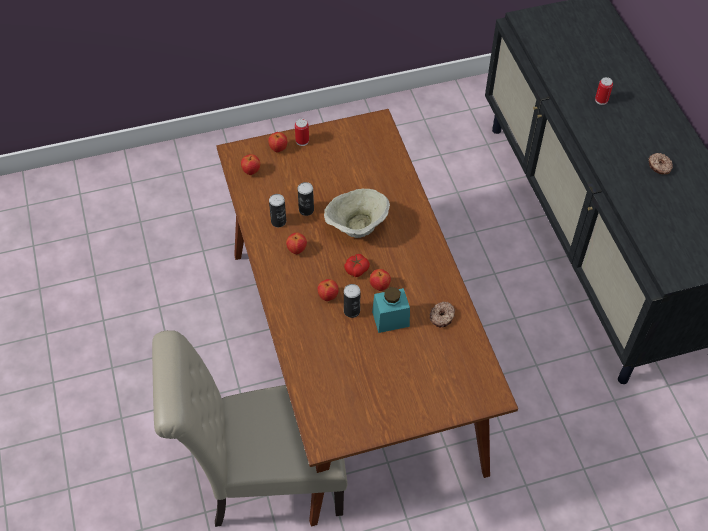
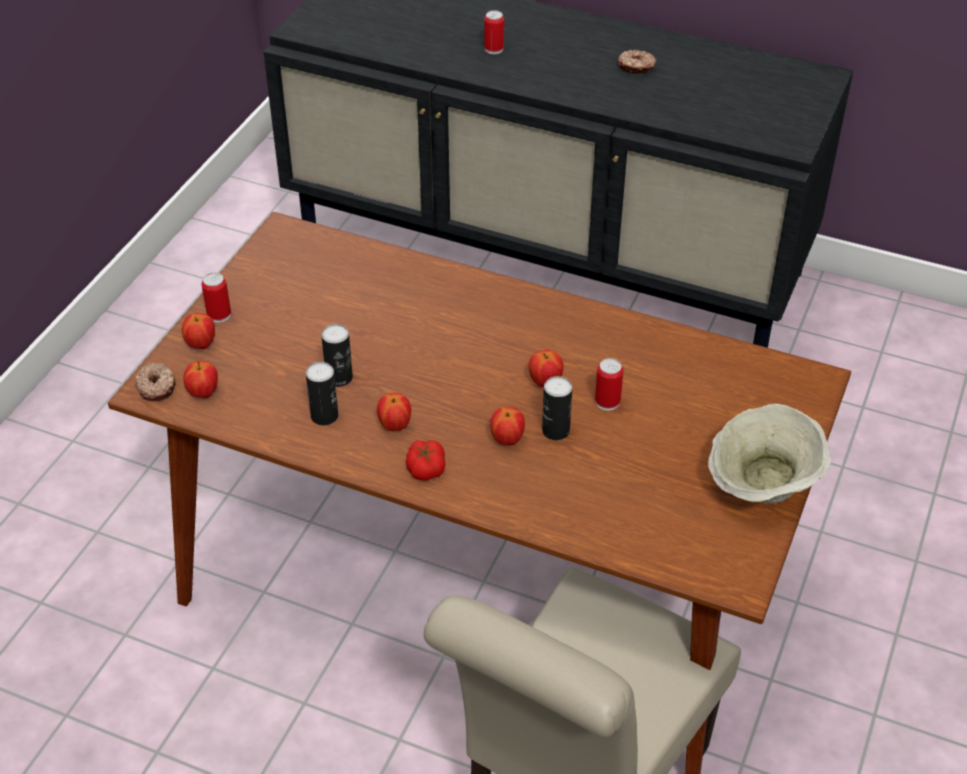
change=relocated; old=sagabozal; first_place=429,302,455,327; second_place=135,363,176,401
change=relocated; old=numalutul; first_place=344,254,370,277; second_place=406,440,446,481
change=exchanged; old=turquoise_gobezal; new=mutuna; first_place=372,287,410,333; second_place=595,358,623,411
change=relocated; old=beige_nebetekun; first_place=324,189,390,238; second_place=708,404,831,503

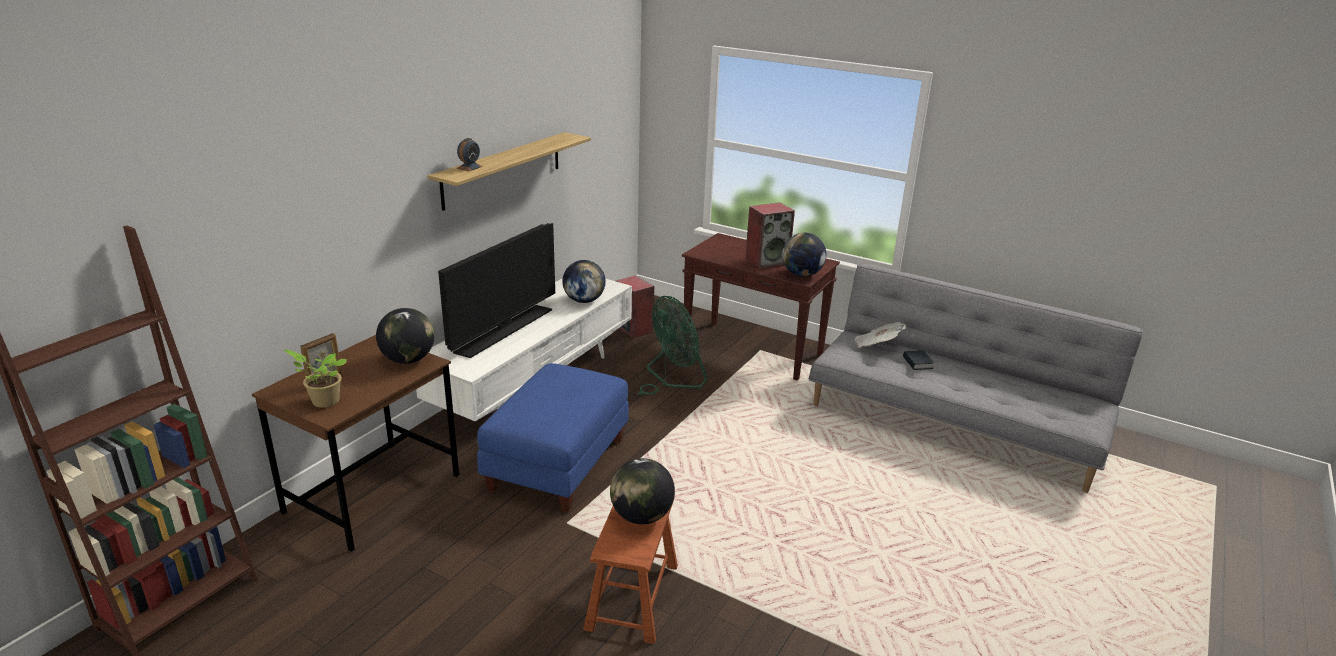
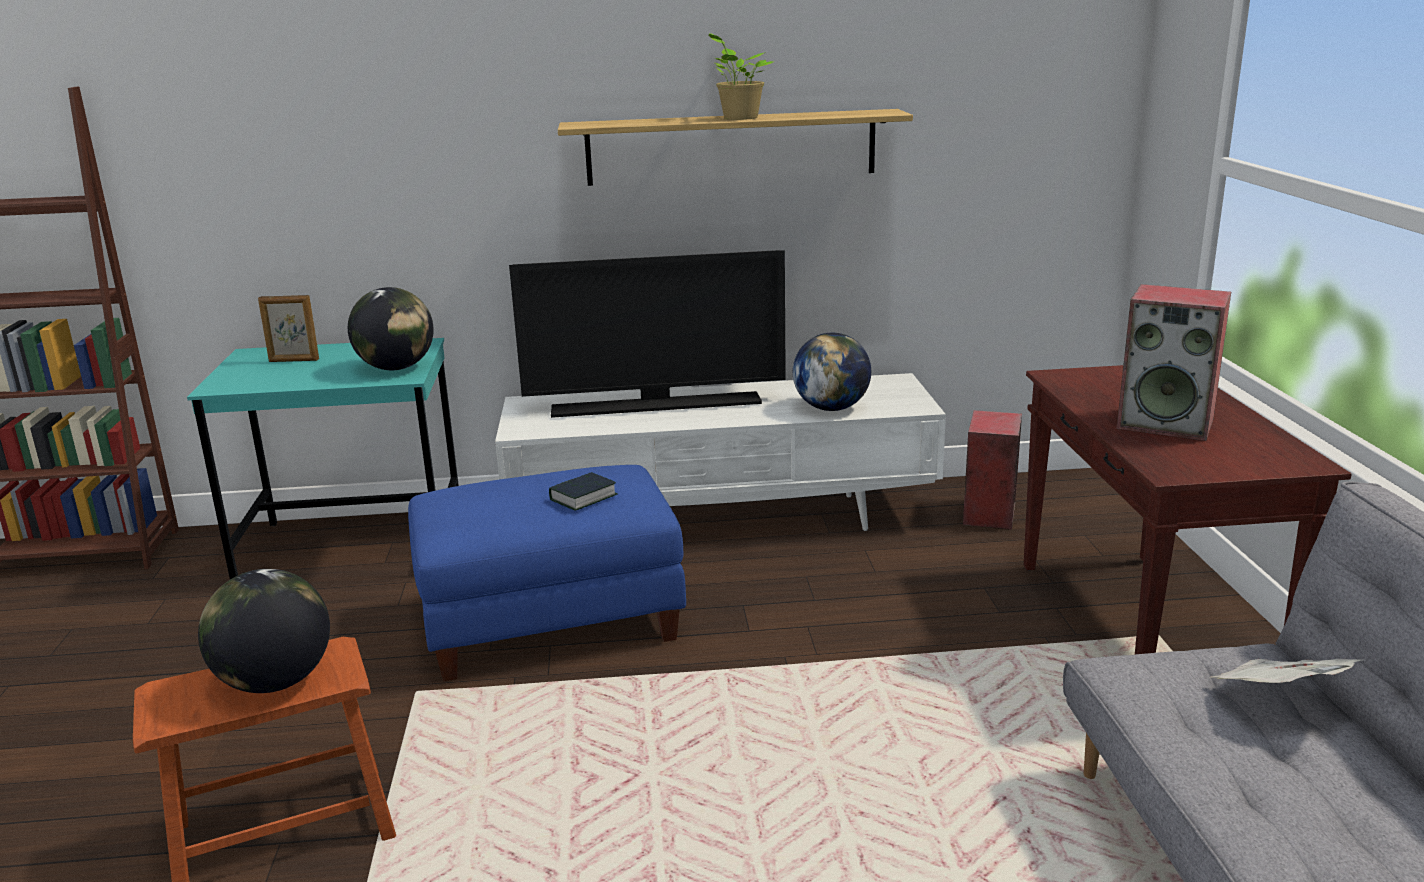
change=colour; old=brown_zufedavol; new=turquoise_zufedavol; first_place=252,335,459,552; second_place=187,338,459,579
change=relocated; old=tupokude; first_place=903,350,934,370; second_place=549,472,617,511
change=relocated; old=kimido; first_place=284,350,347,408; second_place=708,33,773,120
change=missing; old=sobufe; first_place=457,138,483,171
change=missing; old=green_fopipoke; first_place=637,296,707,396
change=missing; old=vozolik; first_place=782,233,826,277

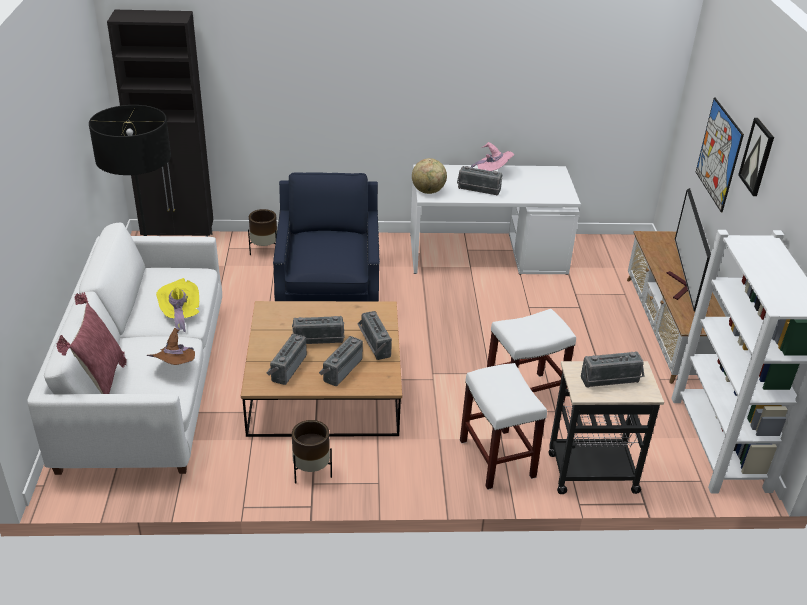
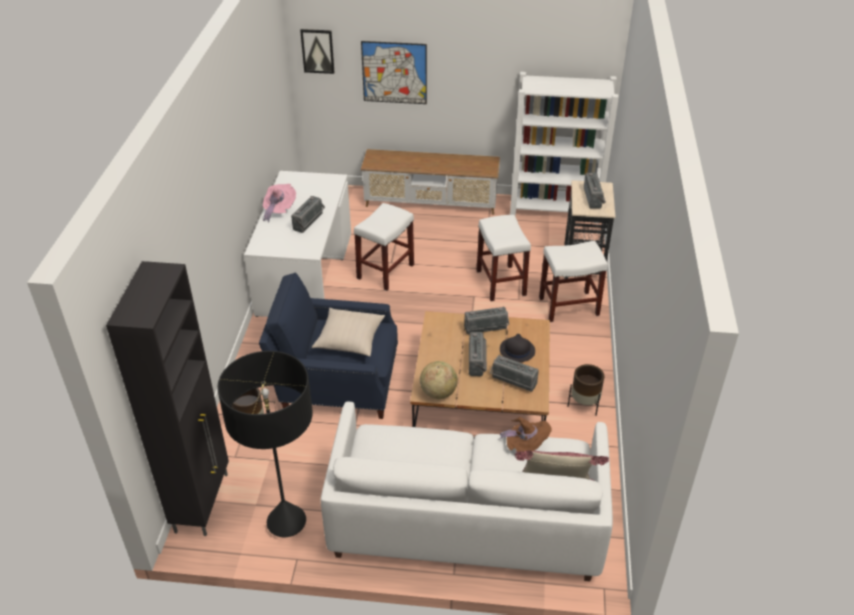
change=relocated; old=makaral; first_place=738,118,774,196; second_place=300,29,335,74
change=appeared; new=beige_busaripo; second_place=312,308,385,356
change=appeared; new=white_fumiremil; second_place=354,203,414,291
change=relocated; old=vozolik; first_place=412,158,447,194; second_place=420,361,458,399
change=exchanged; old=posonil; new=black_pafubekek; first_place=319,336,363,386; second_place=500,334,535,362
change=missing; old=yellow_pafubekek; first_place=156,278,200,333
change=missing; old=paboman; first_place=667,188,711,311

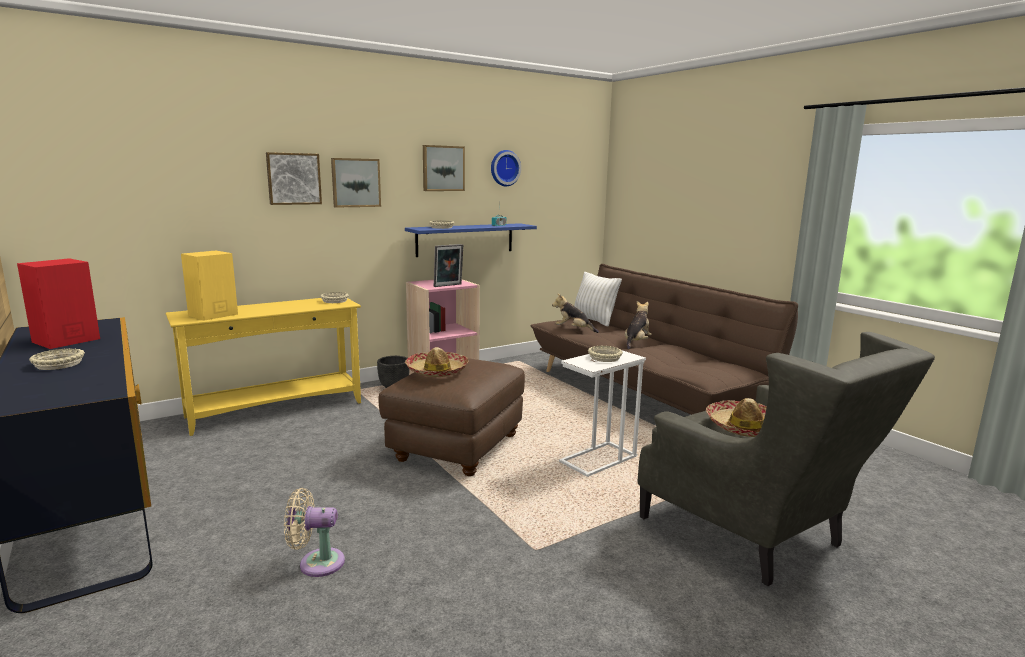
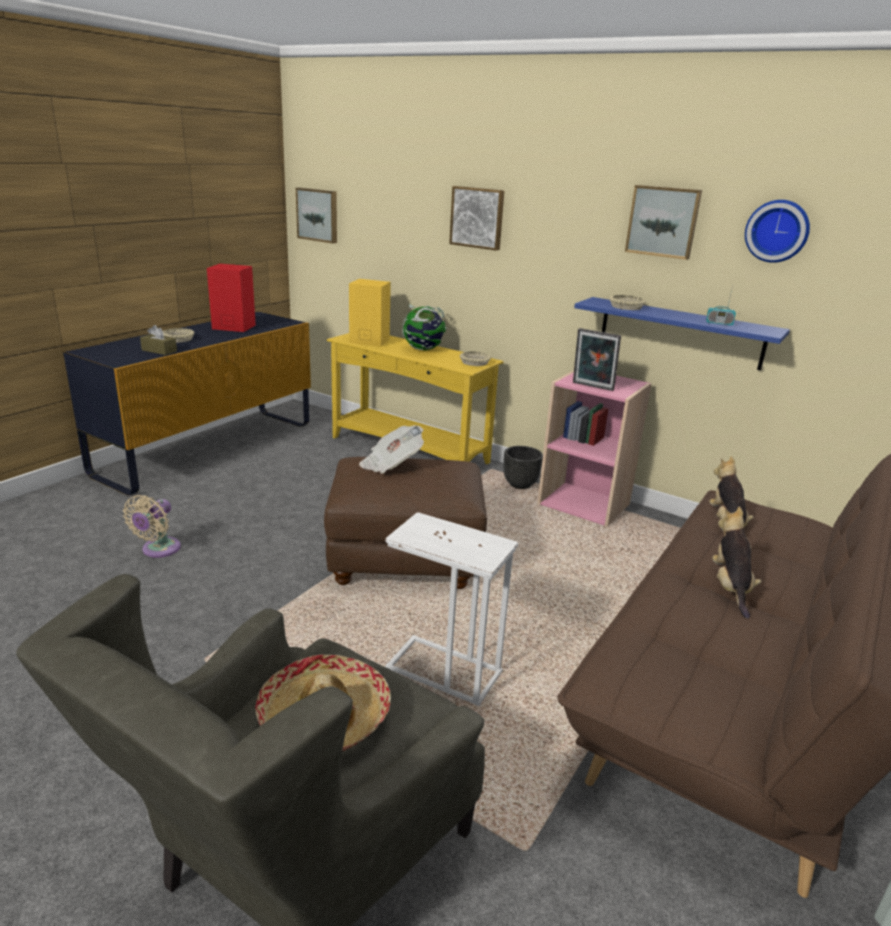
change=spun; old=beige_fopipoke; first_place=284,488,345,577; second_place=123,495,181,558; degrees=-135
change=appeared; new=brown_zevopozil; second_place=140,325,177,355
change=relocated; old=makaral; first_place=331,158,381,208; second_place=296,188,337,243
change=exchanged; old=pafubekek; new=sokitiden; first_place=405,347,468,377; second_place=359,425,424,474
change=appeared; new=vozolik; second_place=402,304,447,350
change=spun; old=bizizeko; first_place=625,301,652,349; second_place=712,507,761,619; degrees=-90
change=missing; old=white_busaripo; first_place=574,272,622,326
change=missing; old=beige_nebetekun; first_place=588,346,623,362

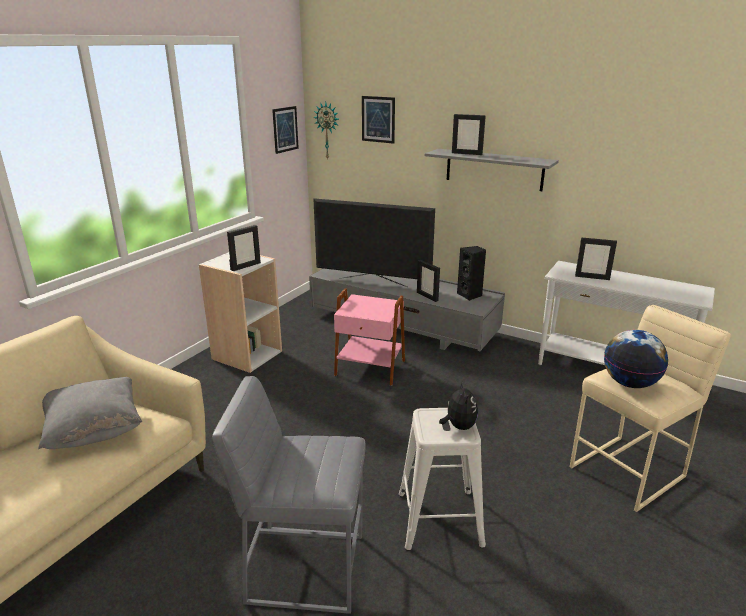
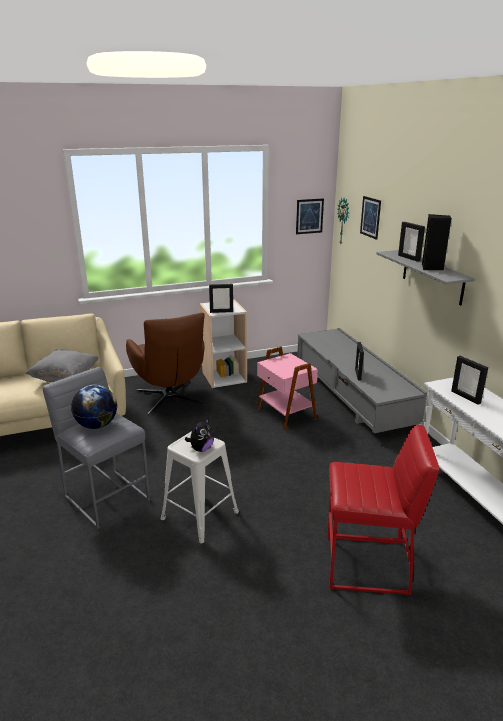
change=relocated; old=vozolik; first_place=604,330,668,388; second_place=71,385,117,429
change=appeared; new=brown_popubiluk; second_place=126,313,205,415
change=colour; old=beige_fumiremil; new=red_fumiremil; first_place=570,305,731,512; second_place=327,424,439,595
change=relocated; old=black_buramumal; first_place=457,246,486,301; second_place=422,214,451,270
change=missing; old=paboman; first_place=313,198,435,287

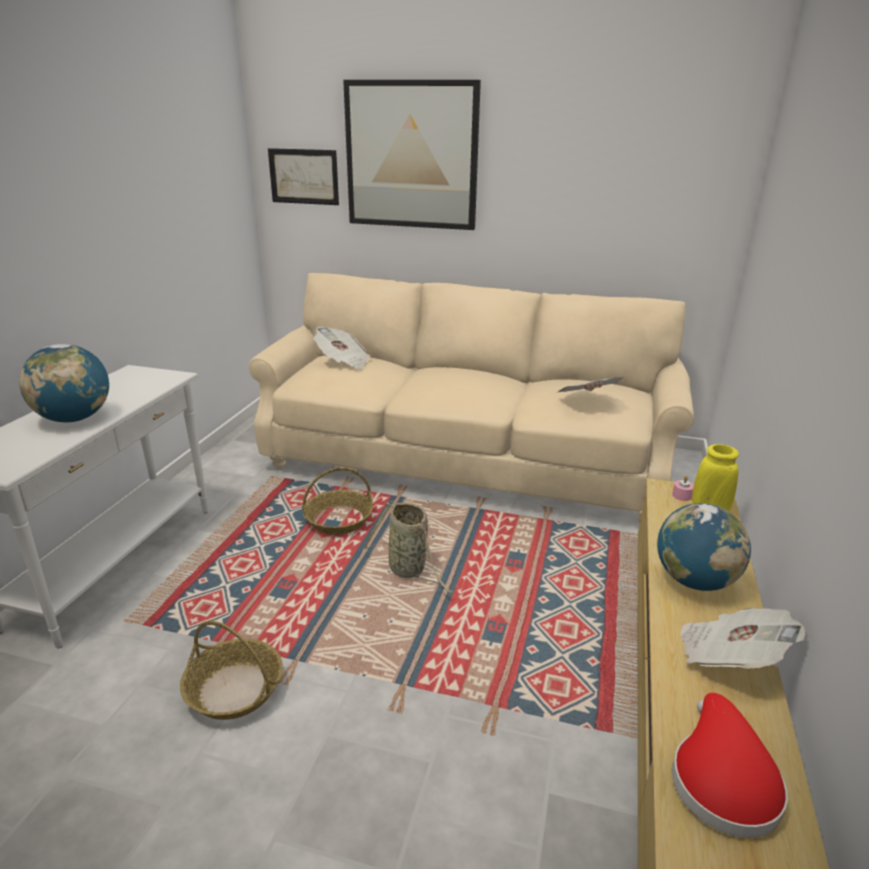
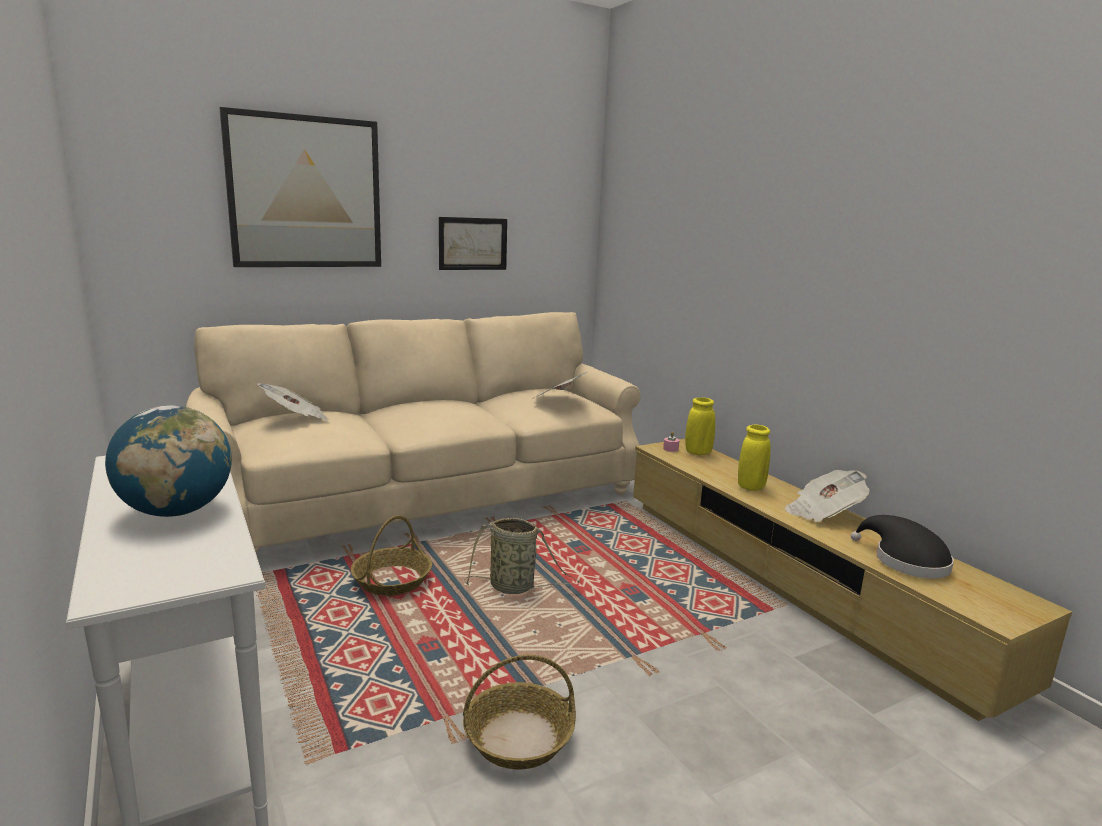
change=relocated; old=makaral; first_place=268,148,339,205; second_place=439,217,507,270
change=exchanged; old=vozolik; new=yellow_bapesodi; first_place=657,503,751,591; second_place=738,425,771,491
change=colour; old=red_pafubekek; new=black_pafubekek; first_place=672,693,788,838; second_place=851,515,954,578

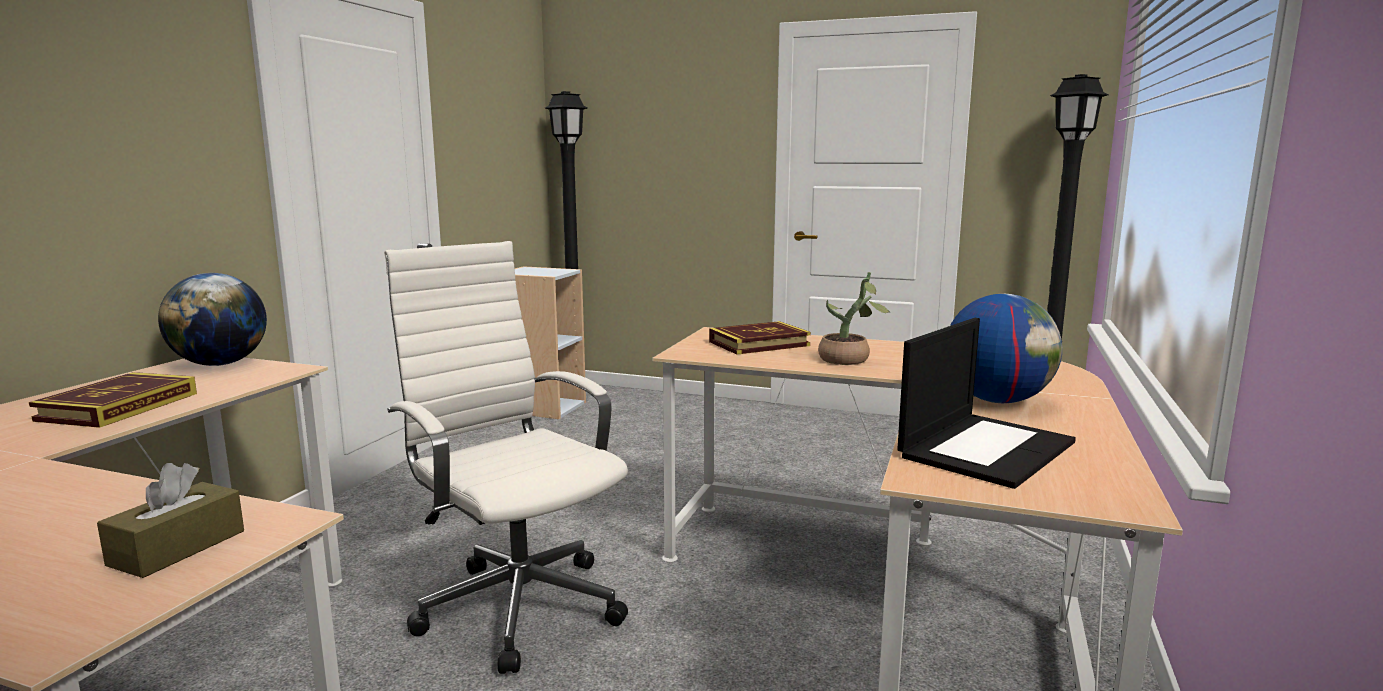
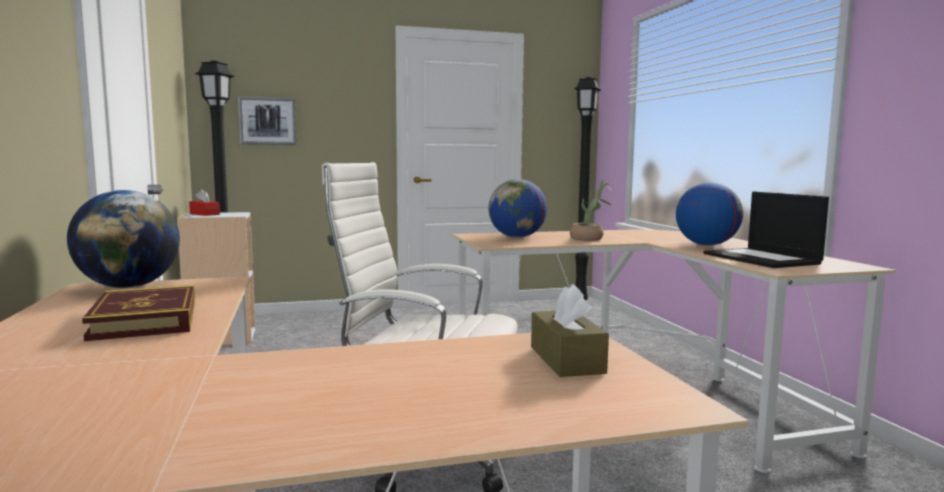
change=appeared; new=red_zevopozil; second_place=189,189,220,216
change=appeared; new=makaral; second_place=238,96,296,145
change=exchanged; old=tupokude; new=vozolik; first_place=709,321,811,355; second_place=488,179,547,238
change=spun; old=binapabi; first_place=897,318,1076,489; second_place=703,192,829,268; degrees=150

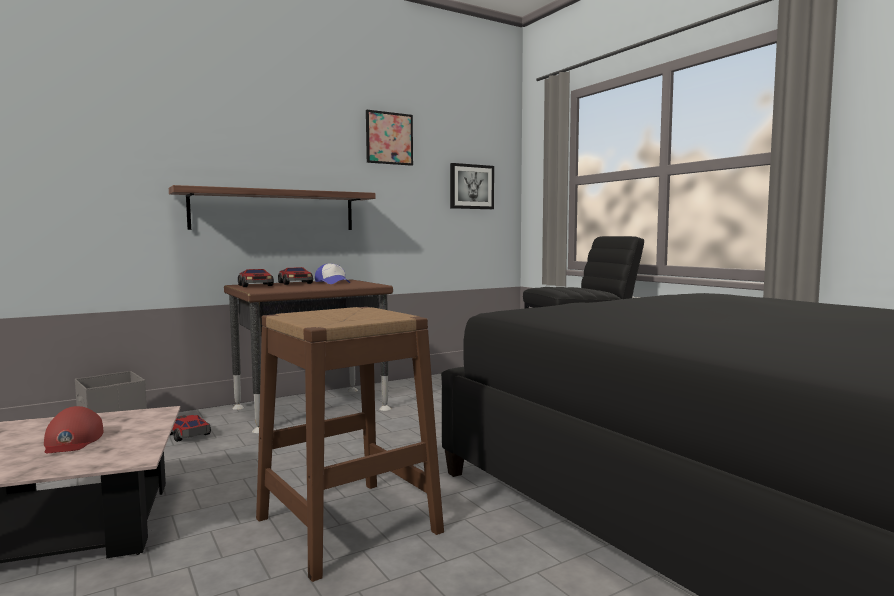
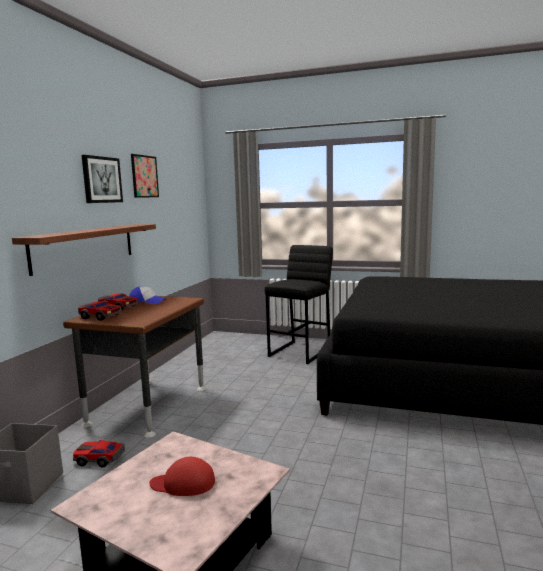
change=relocated; old=makaral; first_place=450,163,494,209; second_place=81,155,123,203
change=spun; old=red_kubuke; first_place=44,406,103,453; second_place=149,457,215,496; degrees=150
change=missing; old=brown_fumiremil; first_place=256,307,444,582

